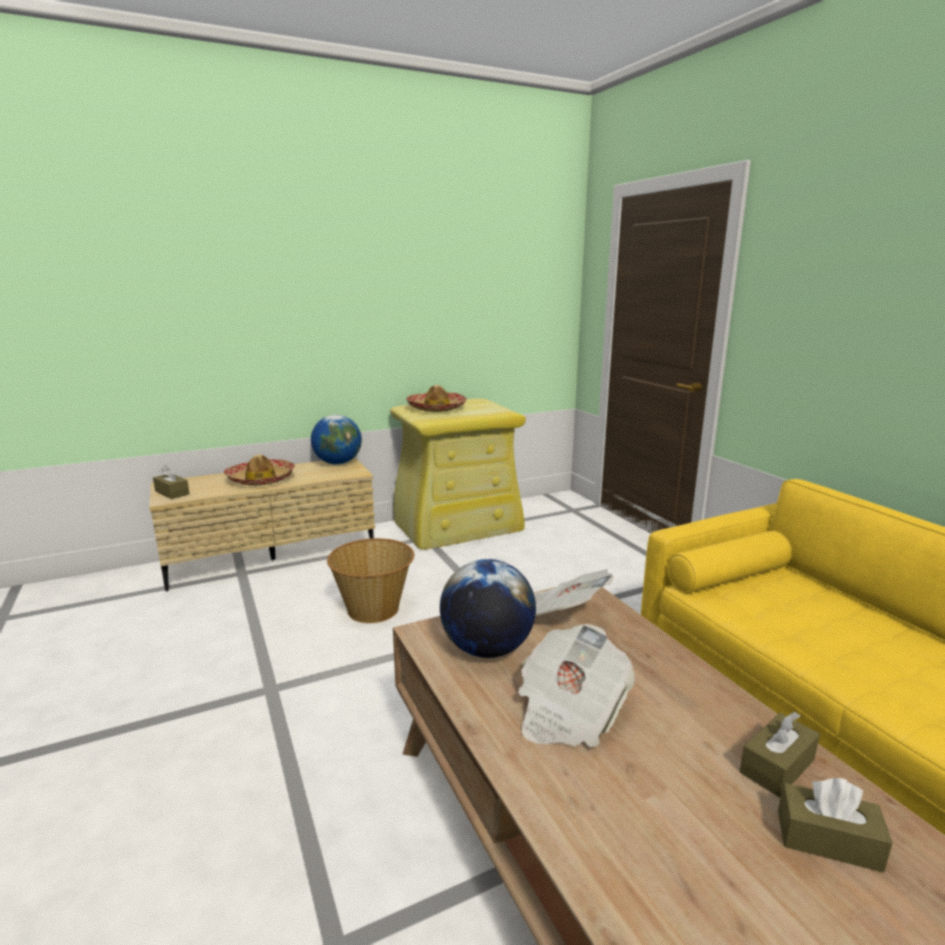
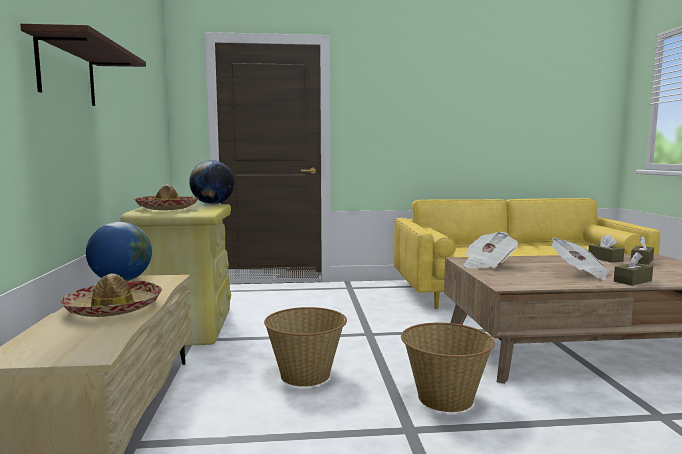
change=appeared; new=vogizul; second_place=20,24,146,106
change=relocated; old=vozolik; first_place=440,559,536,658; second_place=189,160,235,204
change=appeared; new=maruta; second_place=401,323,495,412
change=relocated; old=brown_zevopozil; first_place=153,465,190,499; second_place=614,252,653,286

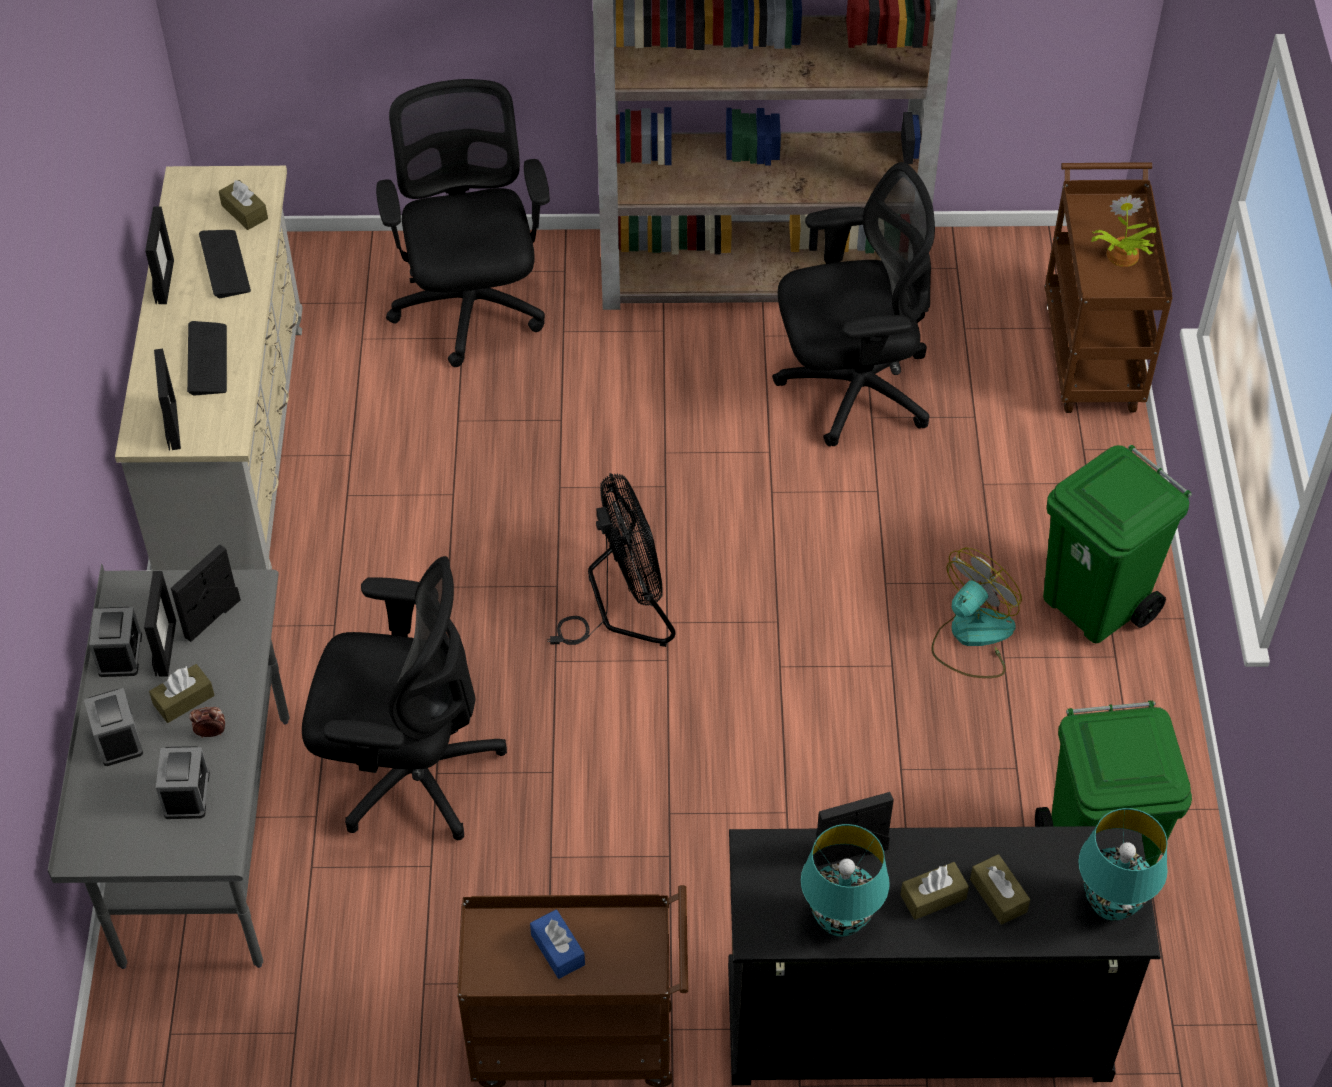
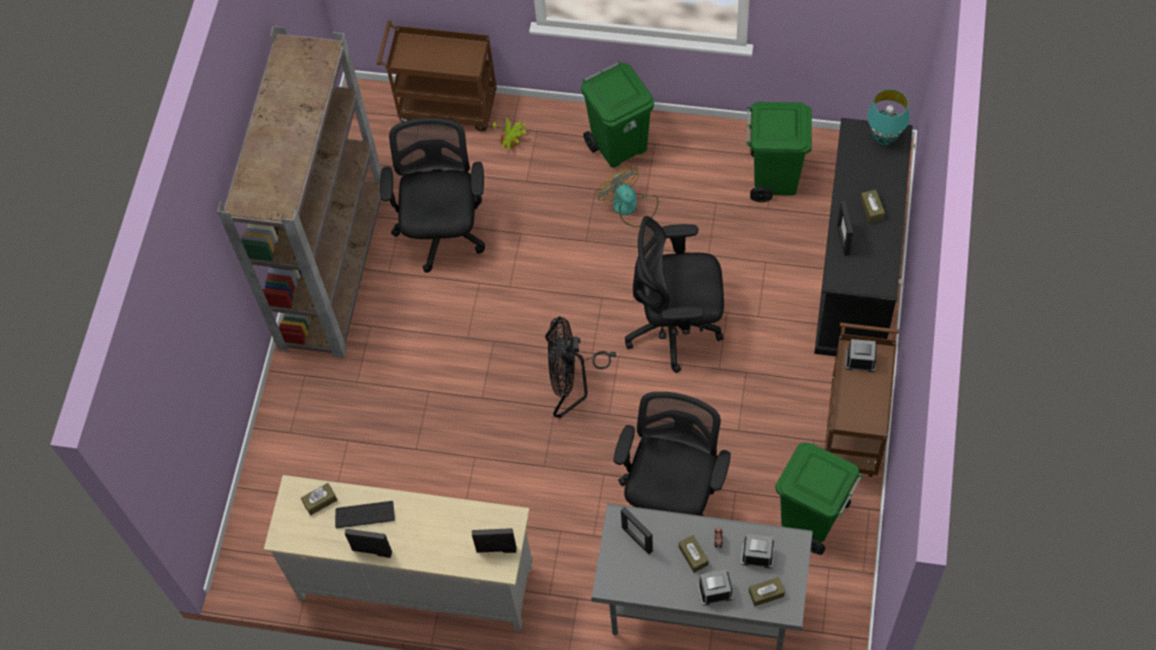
change=relocated; old=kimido; first_place=1091,195,1156,267; second_place=493,117,526,150
change=spun; old=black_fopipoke; first_place=547,473,675,647; second_place=545,316,616,419; degrees=-90
change=relocated; old=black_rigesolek; first_place=376,79,550,367; second_place=625,216,724,373
change=relocated; old=brown_zevopozil; first_place=970,854,1030,925; second_place=749,577,785,606
change=appeared; new=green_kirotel; second_place=775,442,863,555
change=relocated; old=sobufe; first_place=89,607,142,677; second_place=845,339,877,372
change=missing; old=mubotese; first_place=144,571,176,677
change=missing; old=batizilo; first_place=187,321,227,396
change=missing; old=blue_zevopozil; first_place=530,910,585,979
change=missing; old=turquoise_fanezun; first_place=801,824,890,937

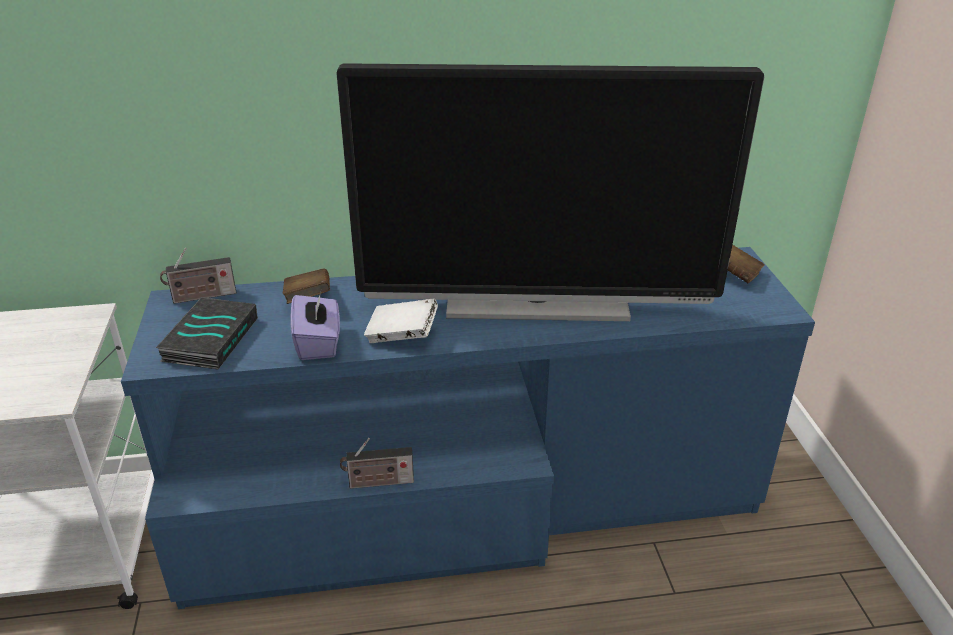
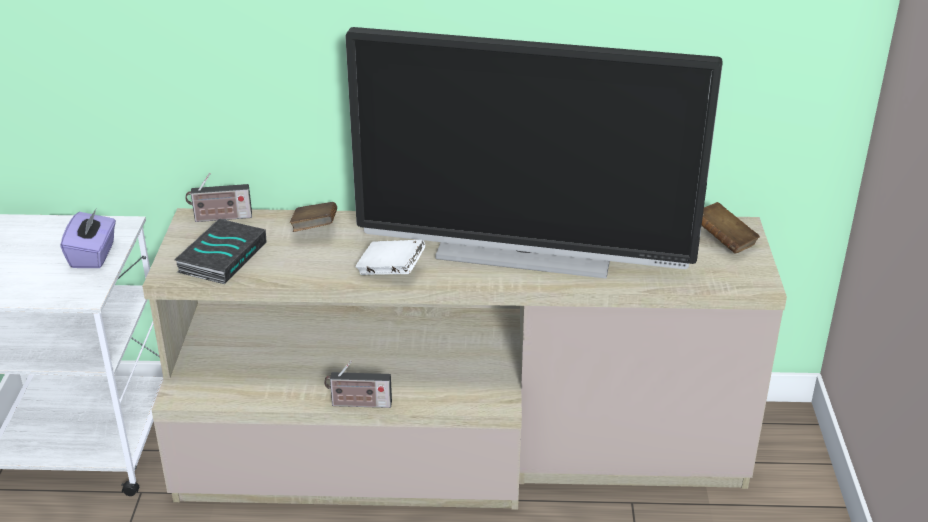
change=relocated; old=purple_zevopozil; first_place=291,292,340,360; second_place=60,209,116,268
change=colour; old=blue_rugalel; new=beige_rugalel; first_place=121,247,815,609; second_place=142,208,787,510

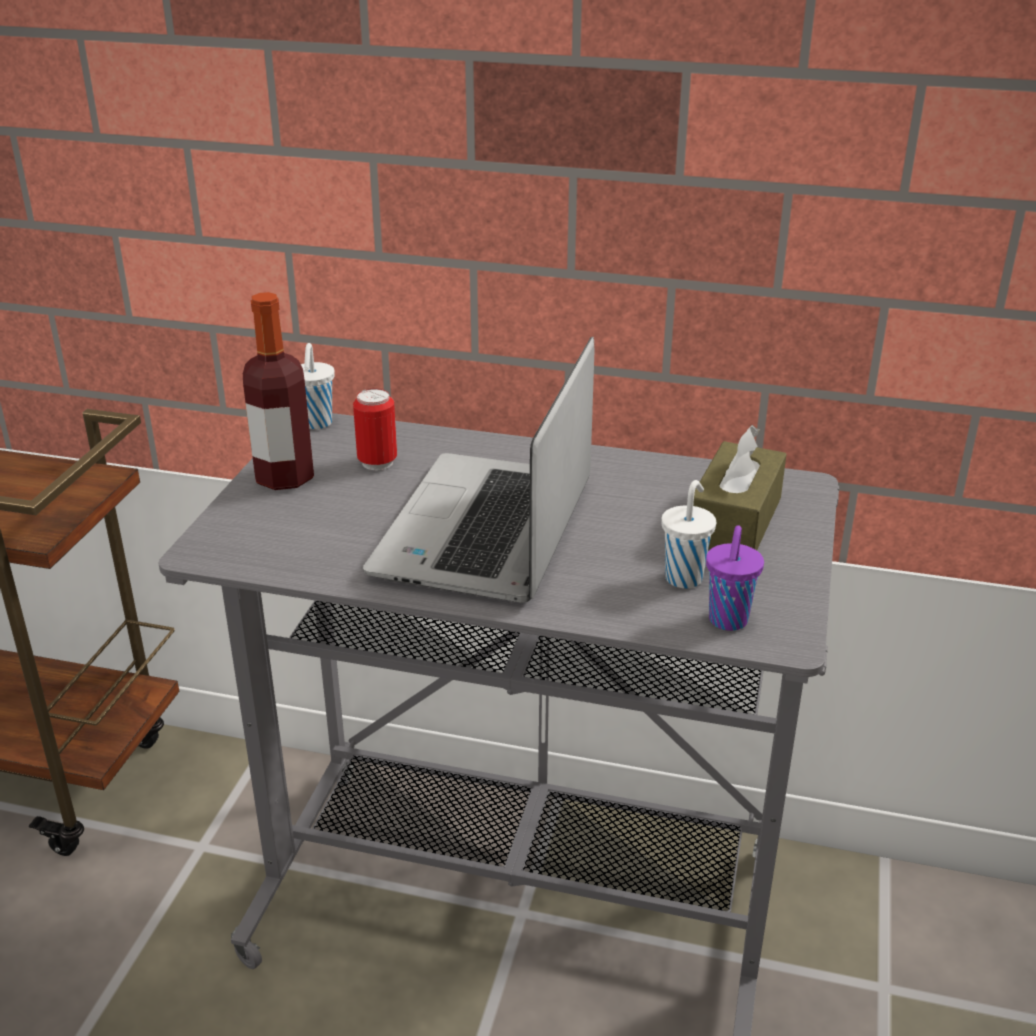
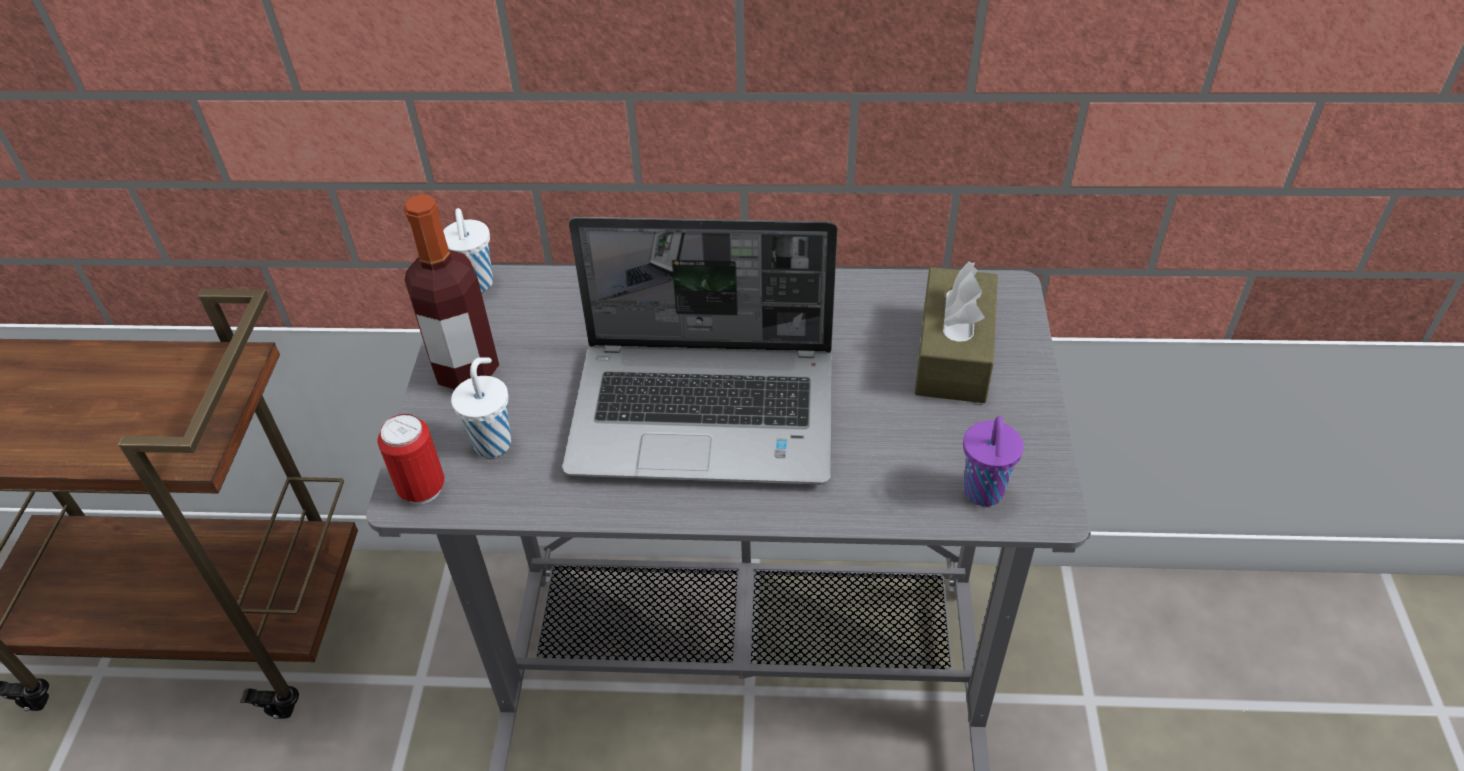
change=relocated; old=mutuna; first_place=353,388,397,470; second_place=378,414,444,504
change=relocated; old=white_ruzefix; first_place=661,480,716,589; second_place=451,357,511,458
change=spun; old=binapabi; first_place=363,337,595,603; second_place=563,217,838,485; degrees=-90

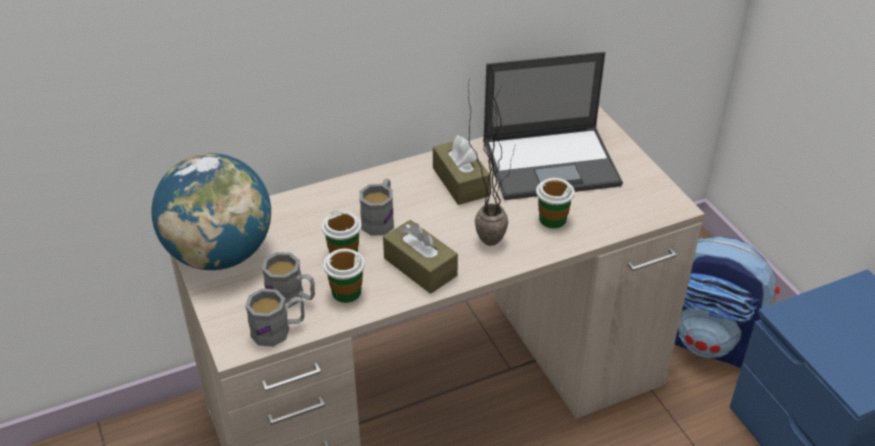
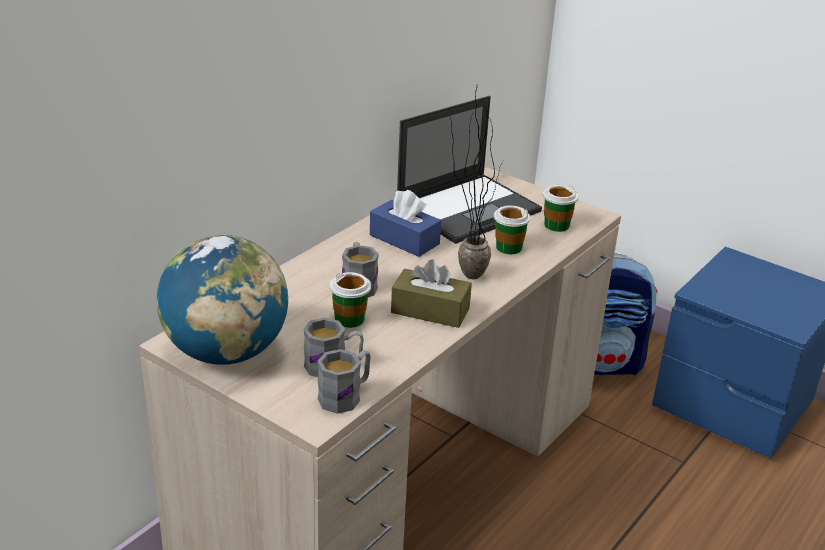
change=colour; old=brown_zevopozil; new=blue_zevopozil; first_place=433,135,490,205; second_place=370,190,441,257
change=relocated; old=ruzefix; first_place=323,249,365,303; second_place=543,185,578,232

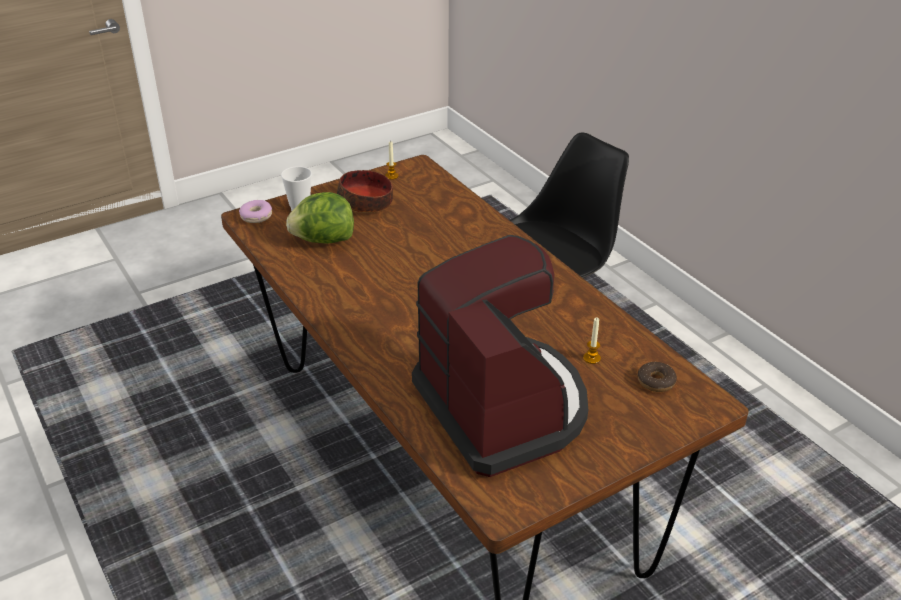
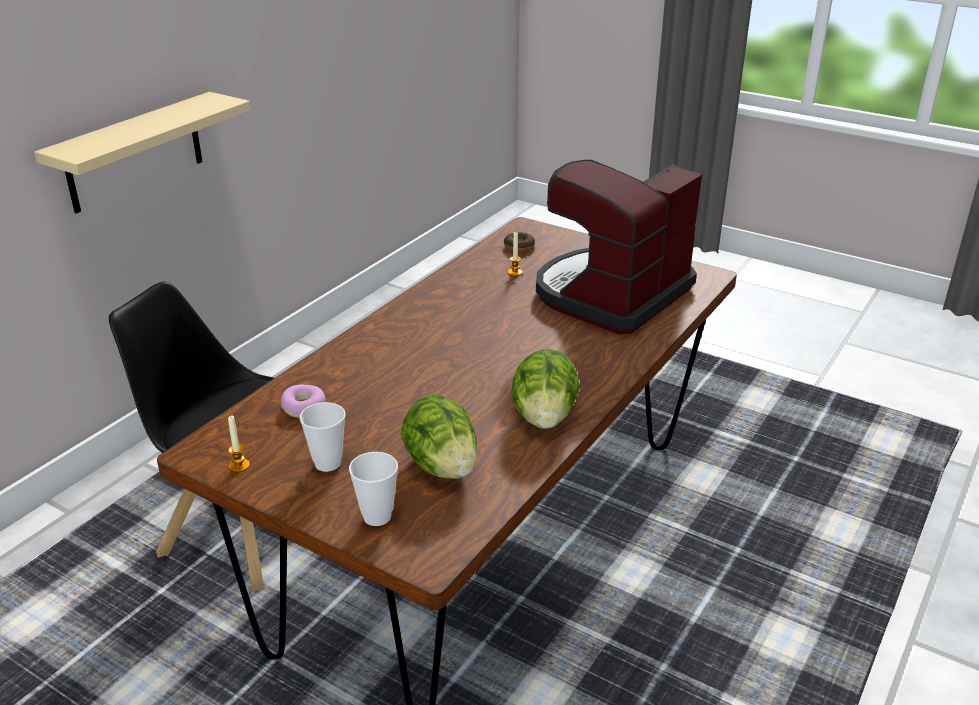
change=appeared; new=beige_vogizul; second_place=34,92,251,213
change=relocated; old=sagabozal; first_place=239,200,272,223; second_place=281,385,326,418
change=exchanged; old=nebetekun; new=ruzefix; first_place=337,170,393,213; second_place=300,402,346,472
change=appeared; new=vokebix; second_place=511,349,580,429

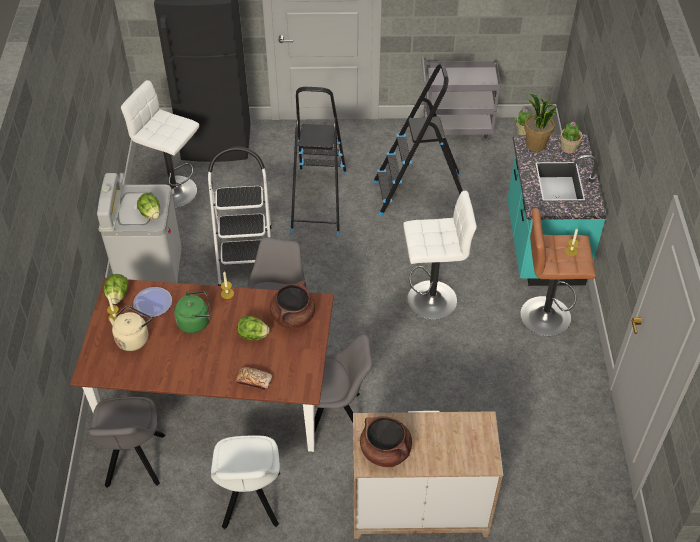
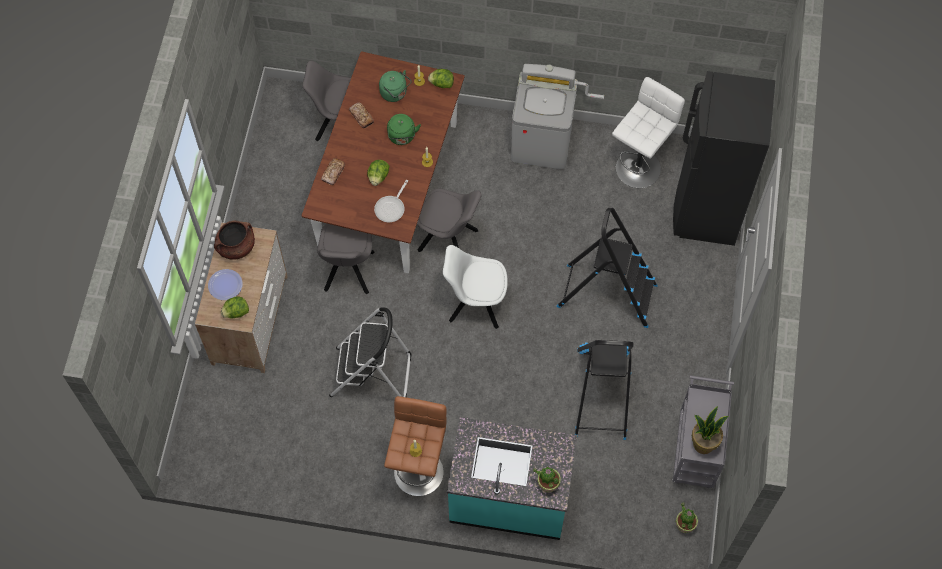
change=relocated; old=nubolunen; first_place=133,287,172,317; second_place=208,269,243,300
change=relocated; old=vokebix; first_place=137,193,160,219; second_place=221,296,249,318
change=relocated; old=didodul; first_place=208,146,271,286; second_place=329,307,412,397
change=appeared; new=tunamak; second_place=349,103,374,128
change=exchanged; old=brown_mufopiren; new=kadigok; first_place=270,281,315,329; second_place=374,180,408,222
change=colour; old=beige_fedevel; new=green_fedevel; first_place=109,306,152,351; second_place=379,70,412,102
change=relocated; old=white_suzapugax; first_place=211,435,280,529; second_place=443,245,508,329
change=relocated; old=kimido; first_place=524,94,557,151; second_place=692,406,728,454
change=missing; old=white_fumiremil; first_place=403,191,477,319

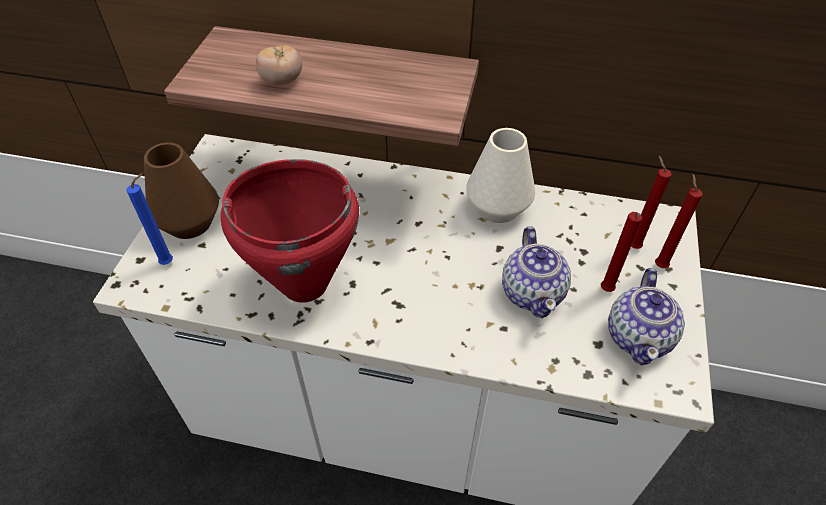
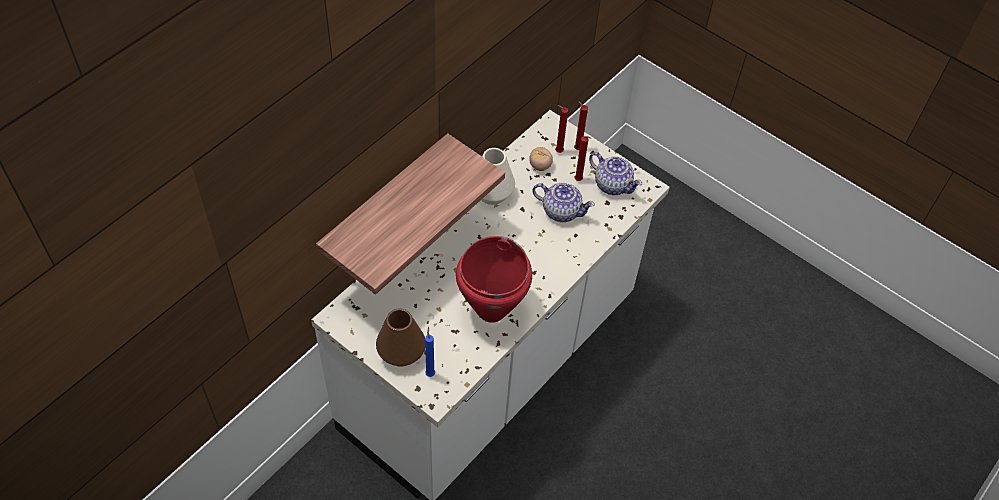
change=relocated; old=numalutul; first_place=256,45,302,85; second_place=529,147,553,171

